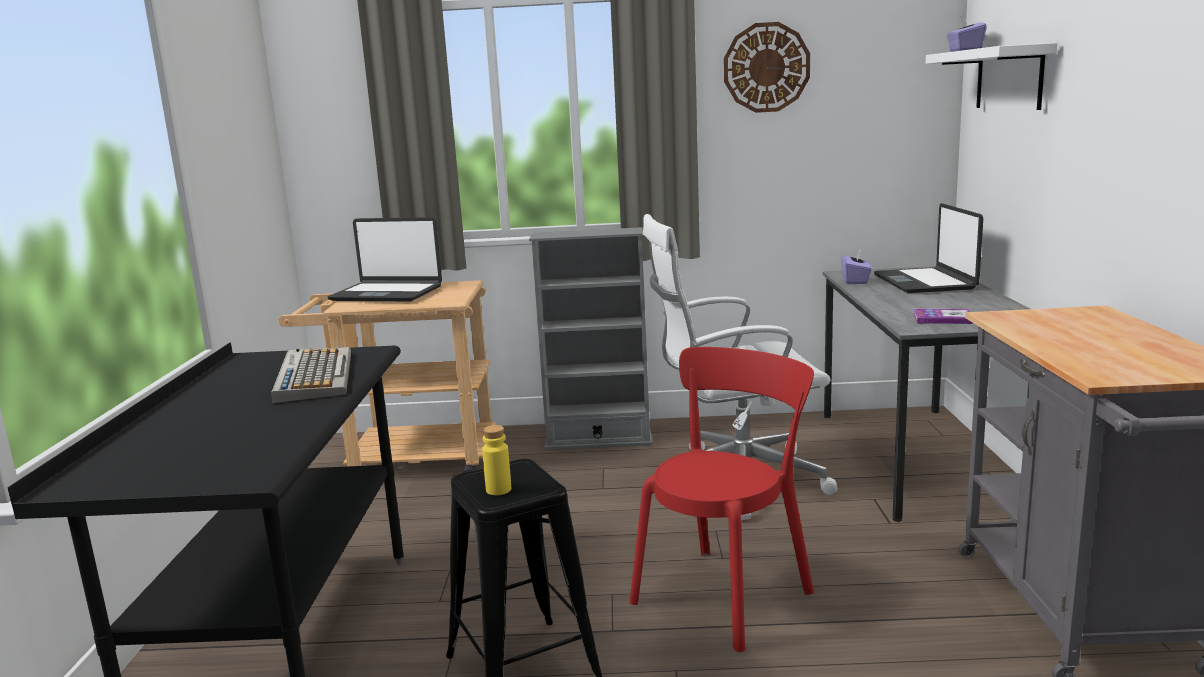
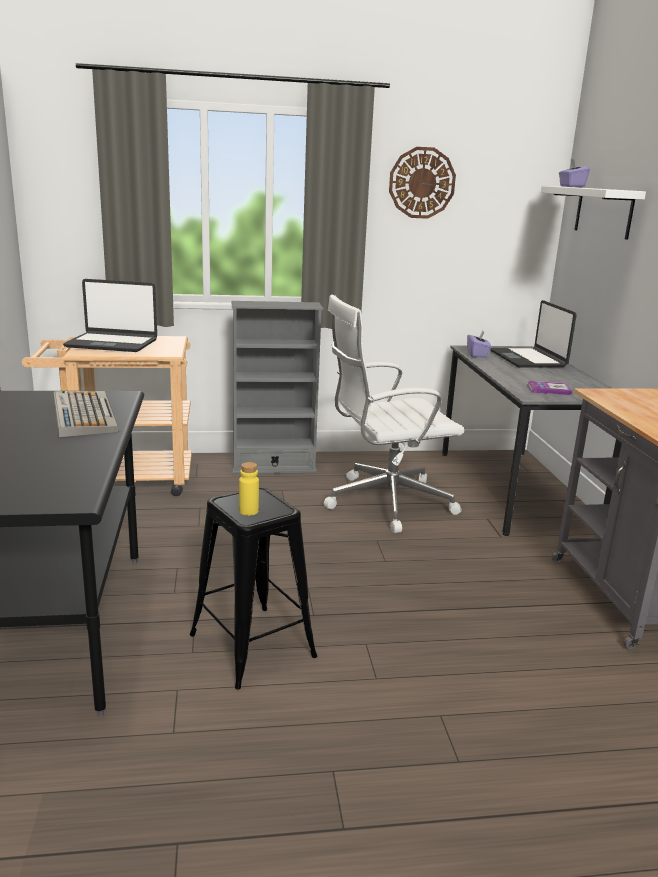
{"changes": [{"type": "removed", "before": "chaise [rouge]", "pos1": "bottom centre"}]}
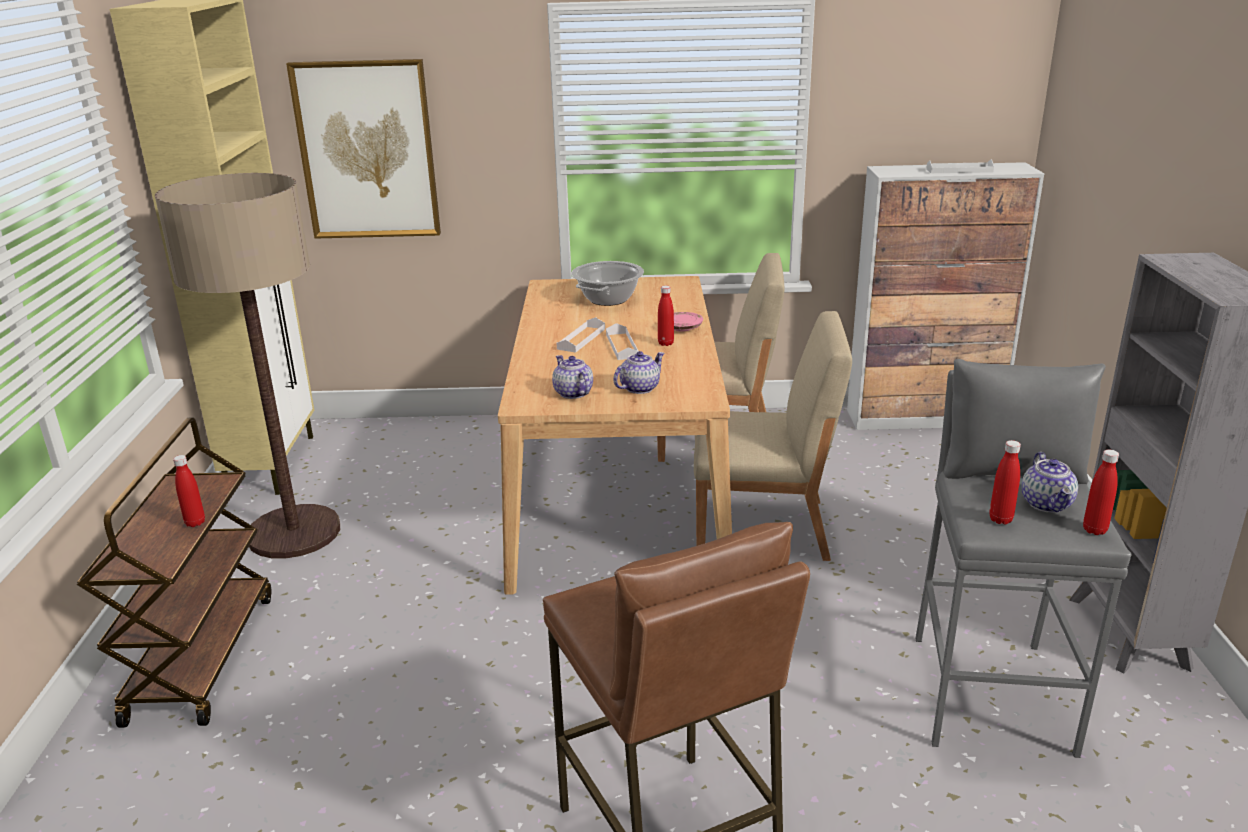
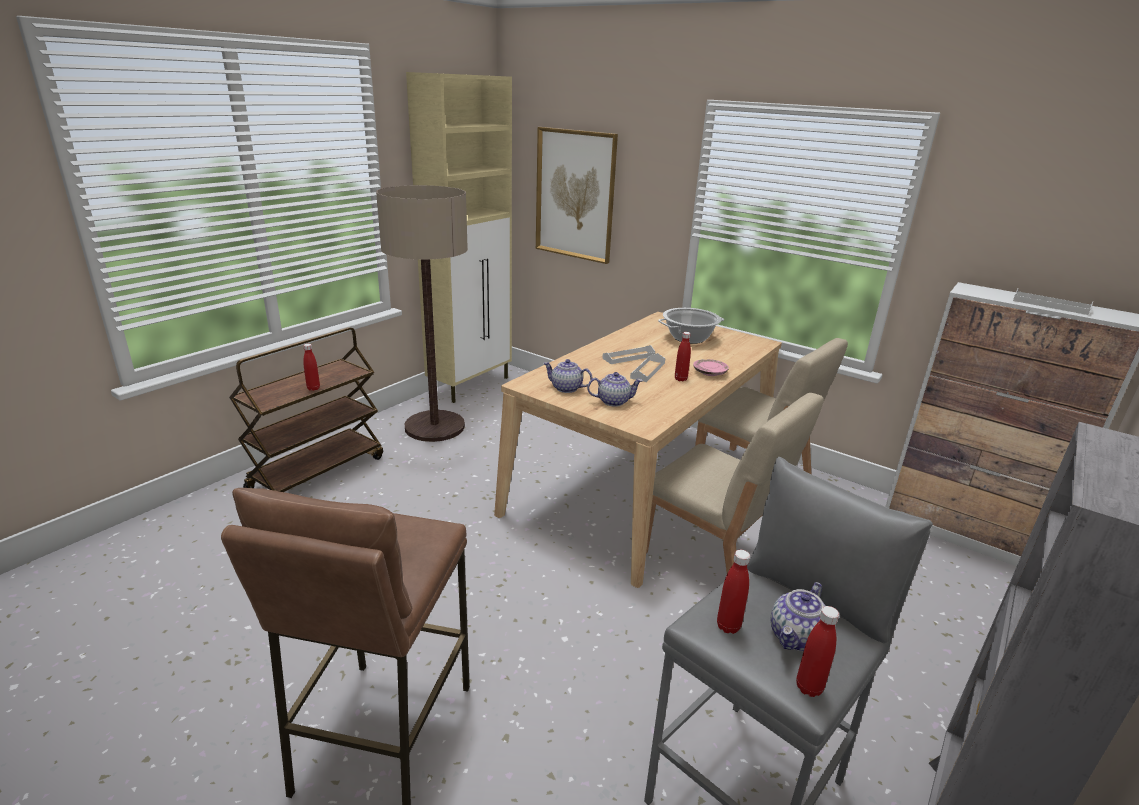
{"changes": [{"type": "turned", "before": "théière (1st from left)", "pos1": "centre", "pos2": "centre", "turn": -75}]}
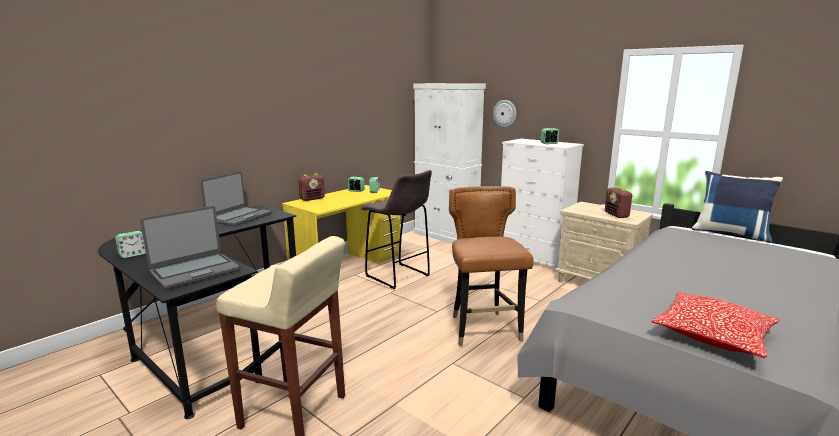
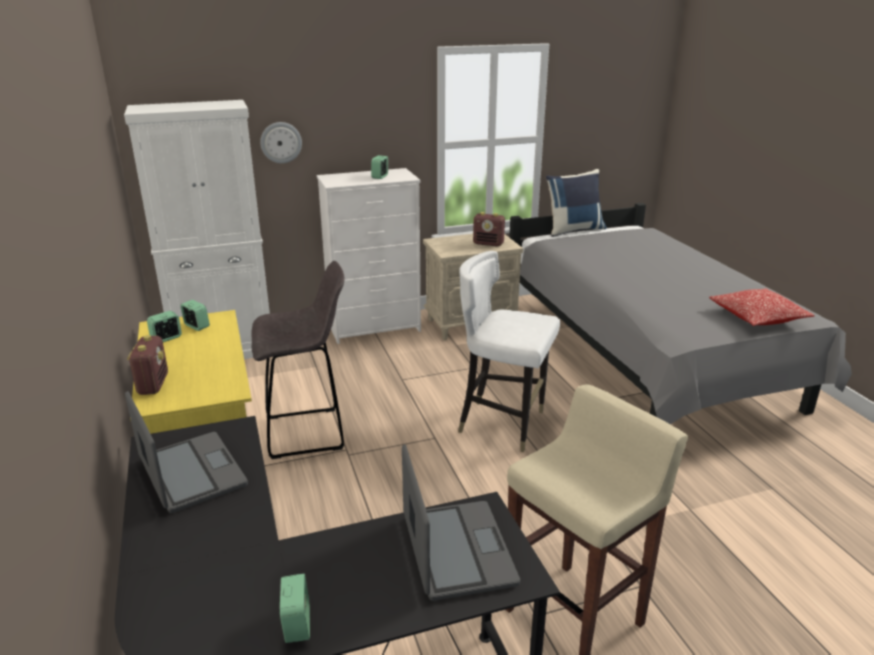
{"changes": [{"type": "recoloured", "before": "chaise [marron]", "after": "chaise [blanc]", "pos1": "centre", "pos2": "centre"}]}
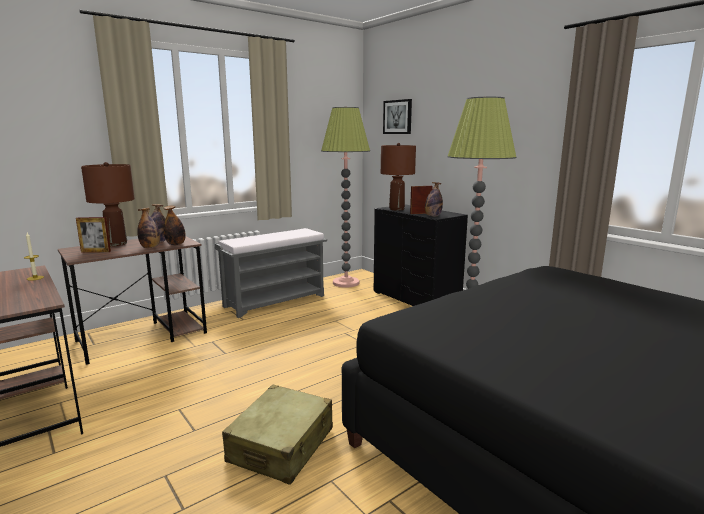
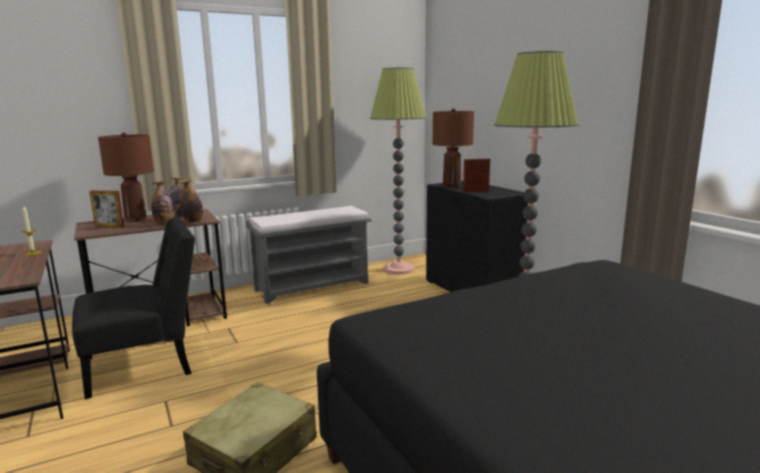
{"changes": [{"type": "removed", "before": "tableau", "pos1": "top centre"}, {"type": "removed", "before": "bouteille (4th from left)", "pos1": "centre"}, {"type": "added", "after": "chaise [noir]", "pos2": "middle left"}]}
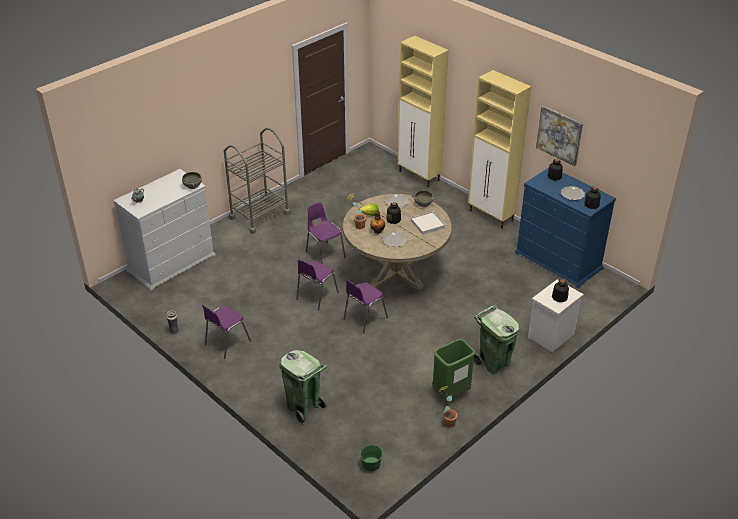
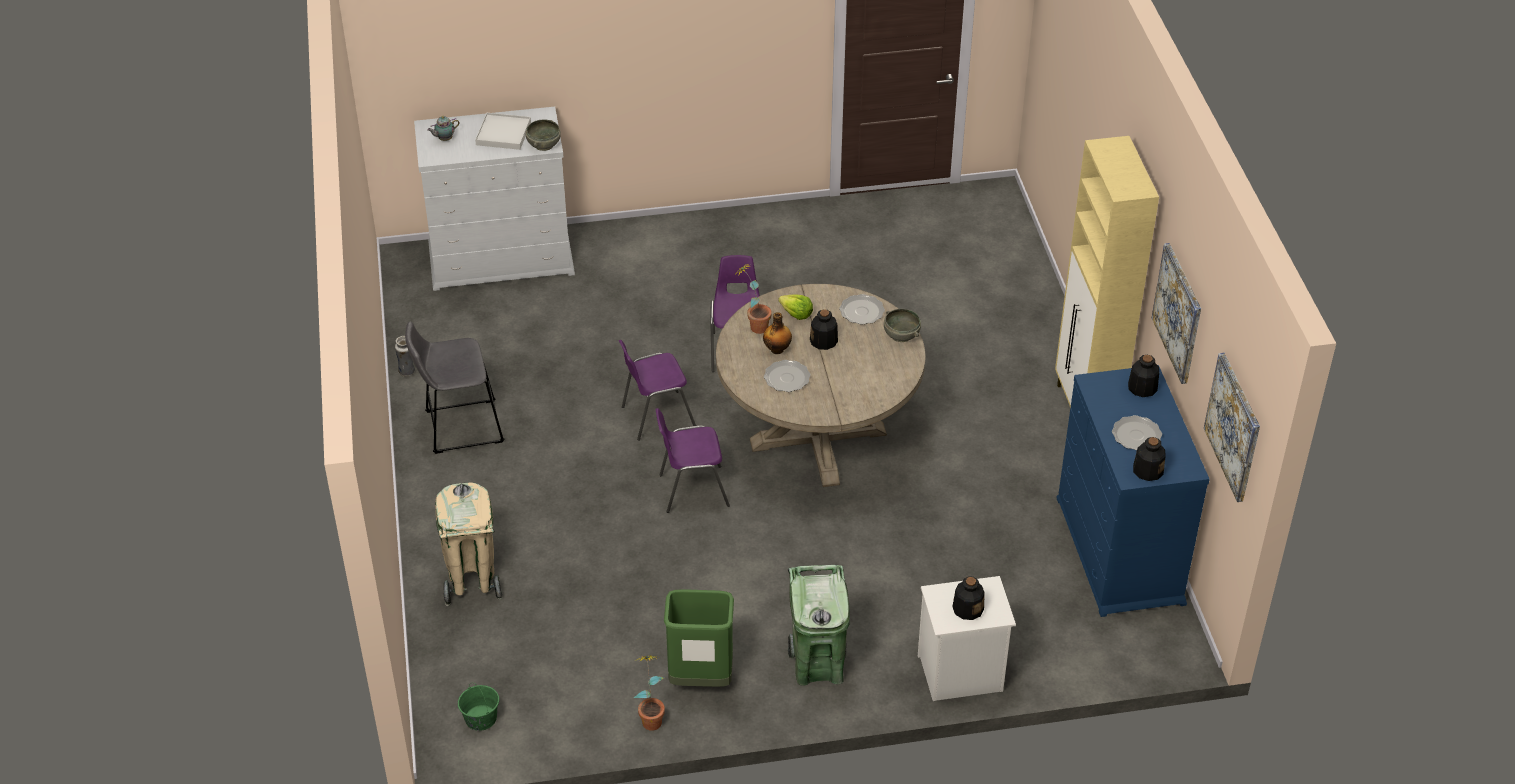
{"changes": [{"type": "replaced", "before": "chaise [violet] (1st from left)", "after": "tabouret [gris]", "pos1": "middle left", "pos2": "middle left"}, {"type": "removed", "before": "chariot [gris]", "pos1": "centre"}, {"type": "recoloured", "before": "poubelle [vert] (1st from left)", "after": "poubelle [beige]", "pos1": "bottom centre", "pos2": "bottom left"}, {"type": "removed", "before": "meuble de rangement [beige] (1st from left)", "pos1": "top centre"}, {"type": "moved", "before": "plateau [blanc]", "pos1": "centre", "pos2": "top left"}, {"type": "added", "after": "tableau (2nd from left)", "pos2": "middle right"}]}
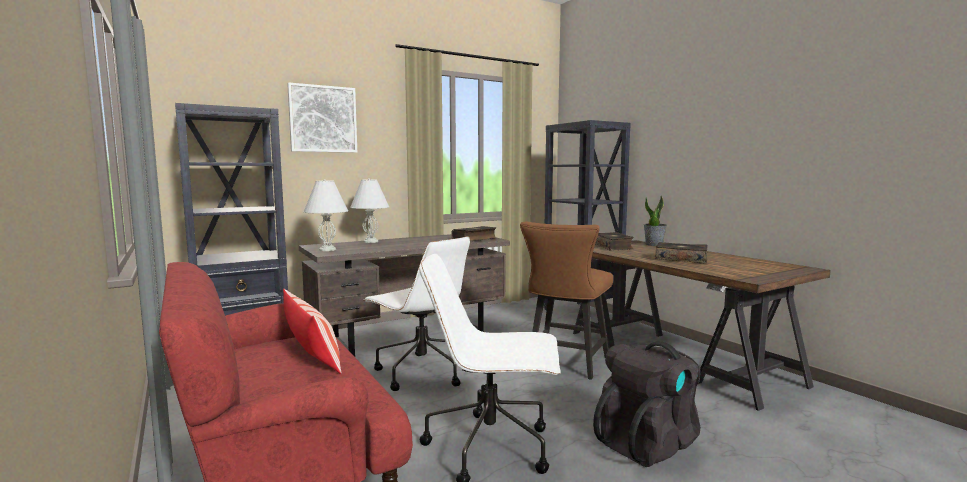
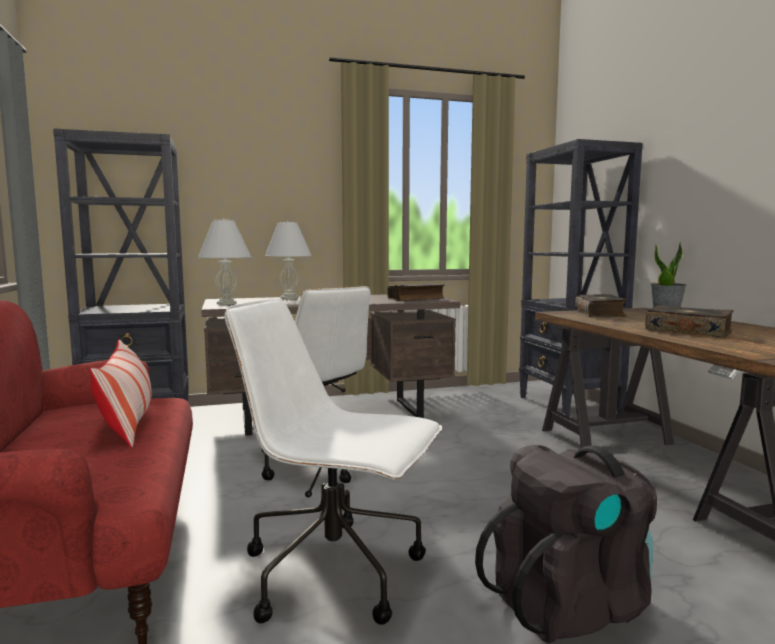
{"changes": [{"type": "removed", "before": "tableau", "pos1": "top left"}, {"type": "removed", "before": "chaise [marron]", "pos1": "centre"}]}
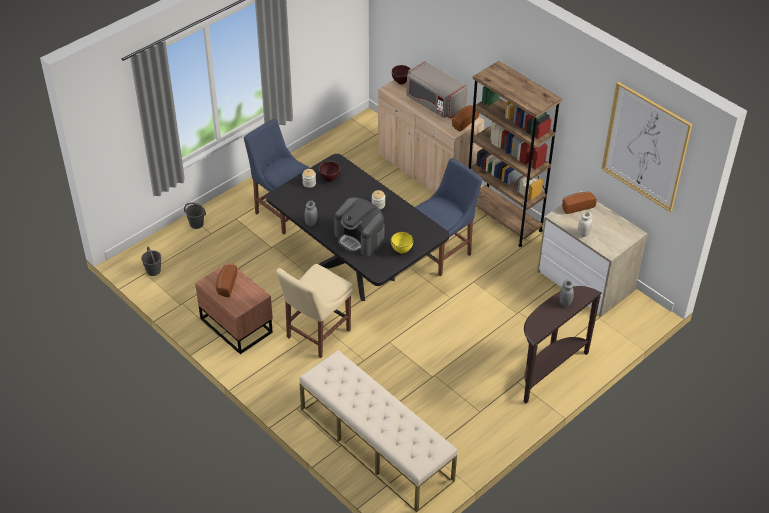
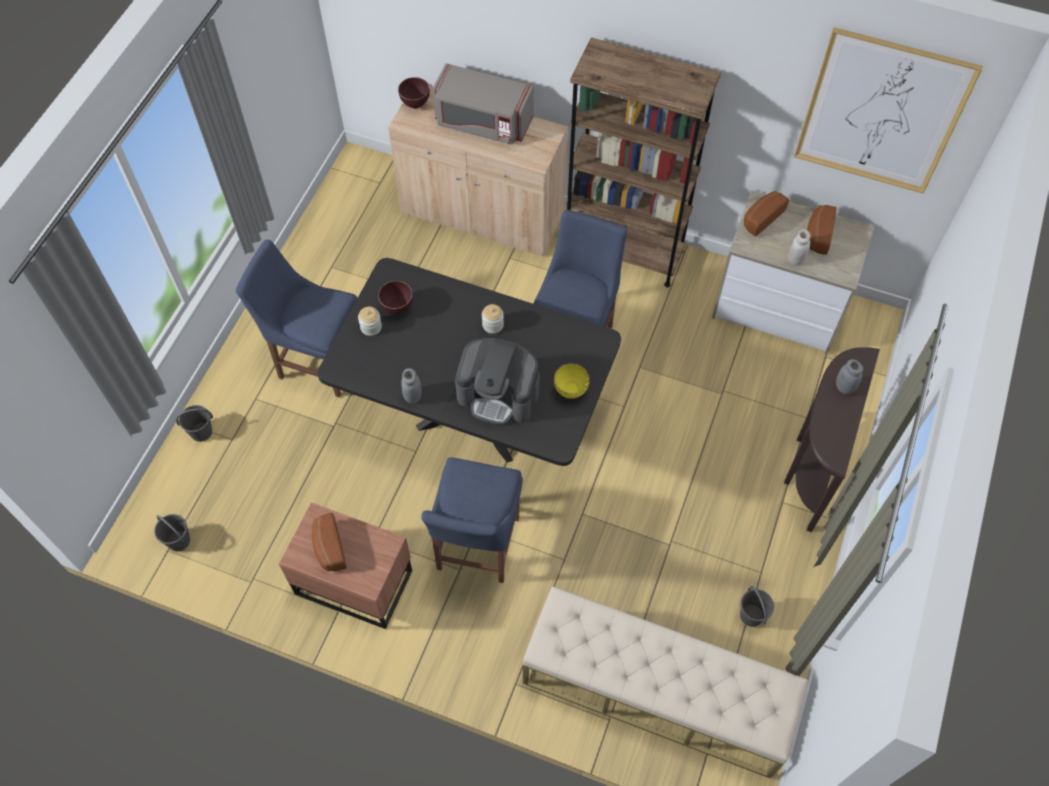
{"changes": [{"type": "recoloured", "before": "chaise [beige]", "after": "chaise [bleu] (2nd from left)", "pos1": "centre", "pos2": "centre"}, {"type": "moved", "before": "pain (2nd from left in the first image)", "after": "pain (3rd from left)", "pos1": "top centre", "pos2": "top right"}, {"type": "added", "after": "seau [gris] (3rd from left)", "pos2": "bottom right"}]}
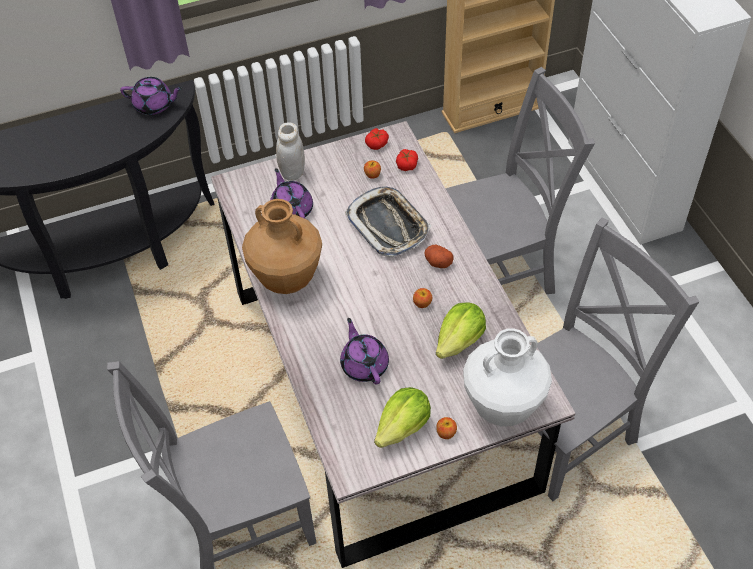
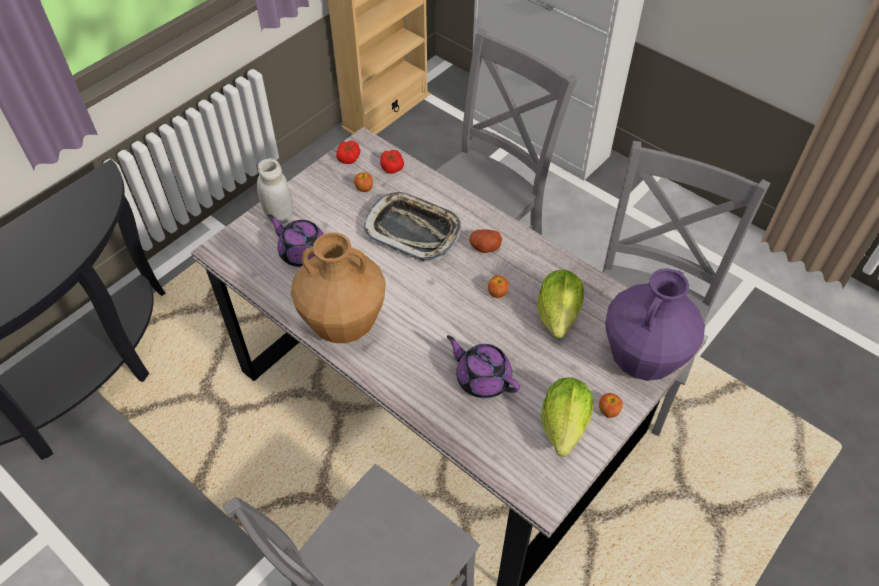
{"changes": [{"type": "removed", "before": "théière [violet] (1st from left)", "pos1": "top left"}, {"type": "recoloured", "before": "vase [blanc]", "after": "vase [violet]", "pos1": "middle right", "pos2": "middle right"}]}
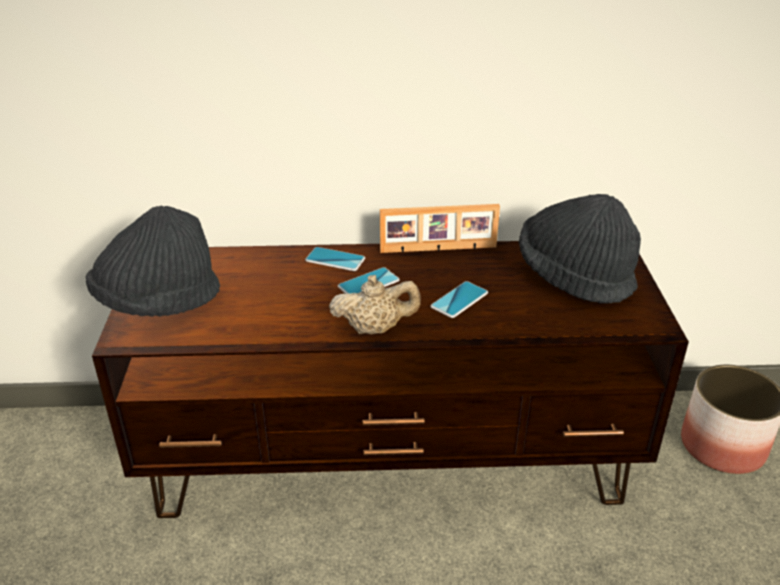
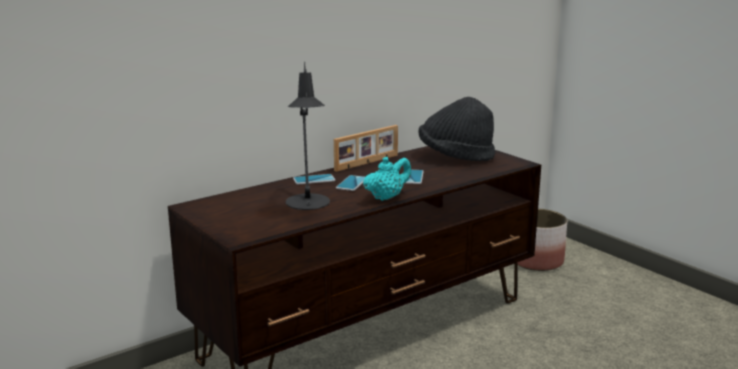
{"changes": [{"type": "removed", "before": "chapeau [noir] (1st from left)", "pos1": "middle left"}, {"type": "recoloured", "before": "théière [beige]", "after": "théière [turquoise]", "pos1": "centre", "pos2": "centre"}, {"type": "added", "after": "lampe de table [noir]", "pos2": "centre"}]}
